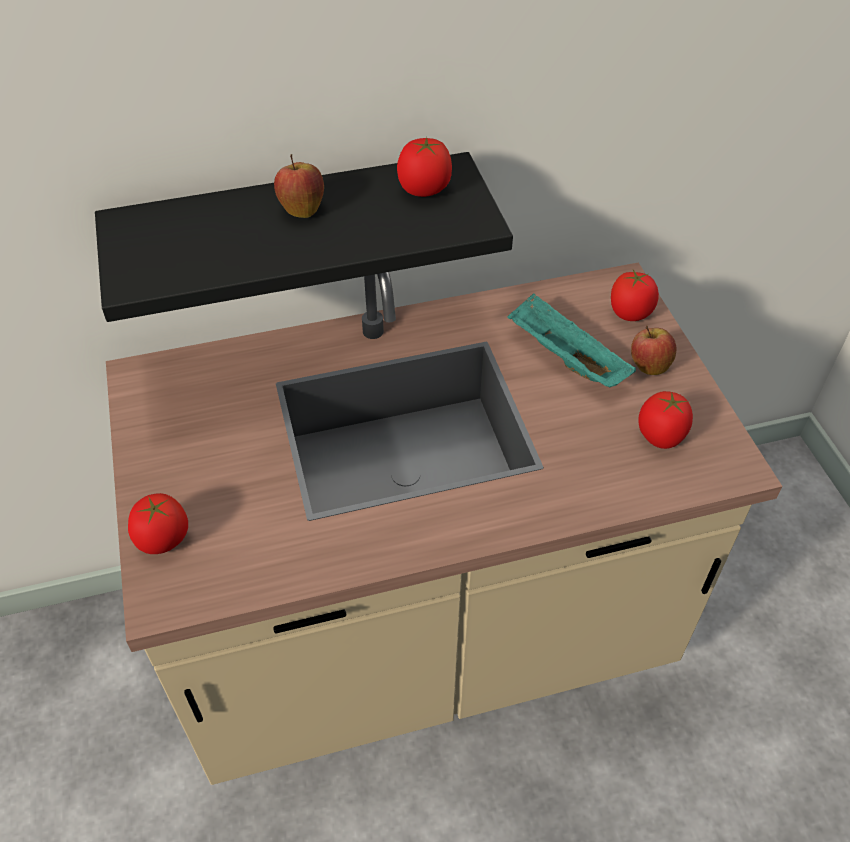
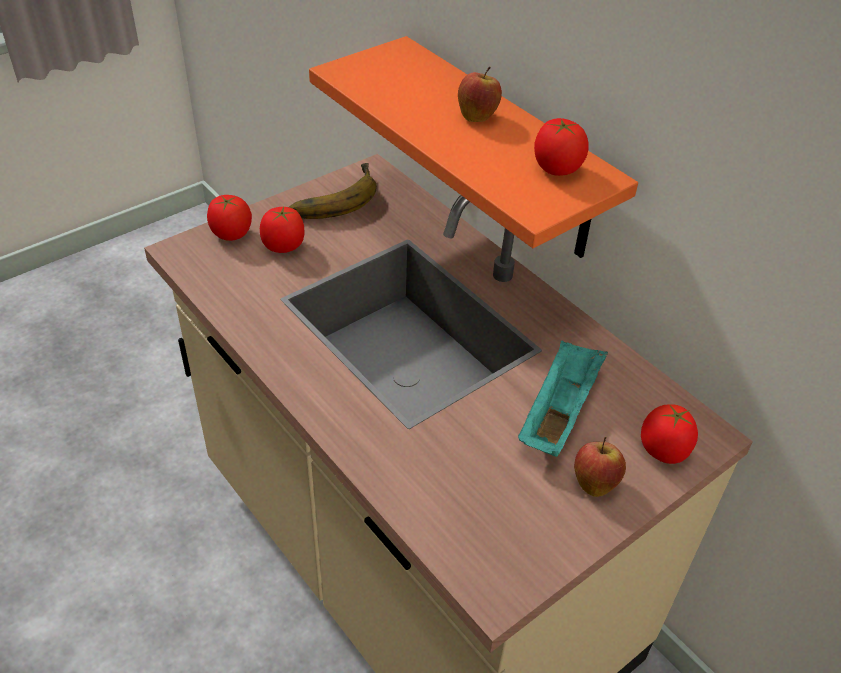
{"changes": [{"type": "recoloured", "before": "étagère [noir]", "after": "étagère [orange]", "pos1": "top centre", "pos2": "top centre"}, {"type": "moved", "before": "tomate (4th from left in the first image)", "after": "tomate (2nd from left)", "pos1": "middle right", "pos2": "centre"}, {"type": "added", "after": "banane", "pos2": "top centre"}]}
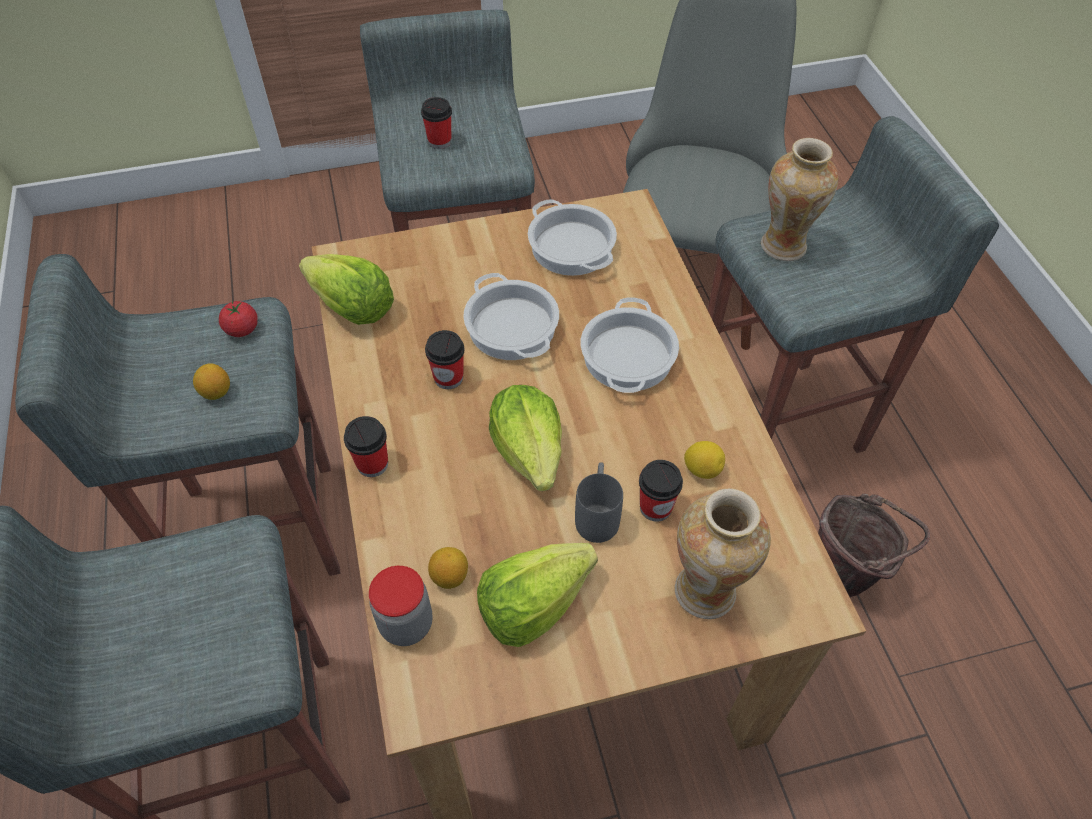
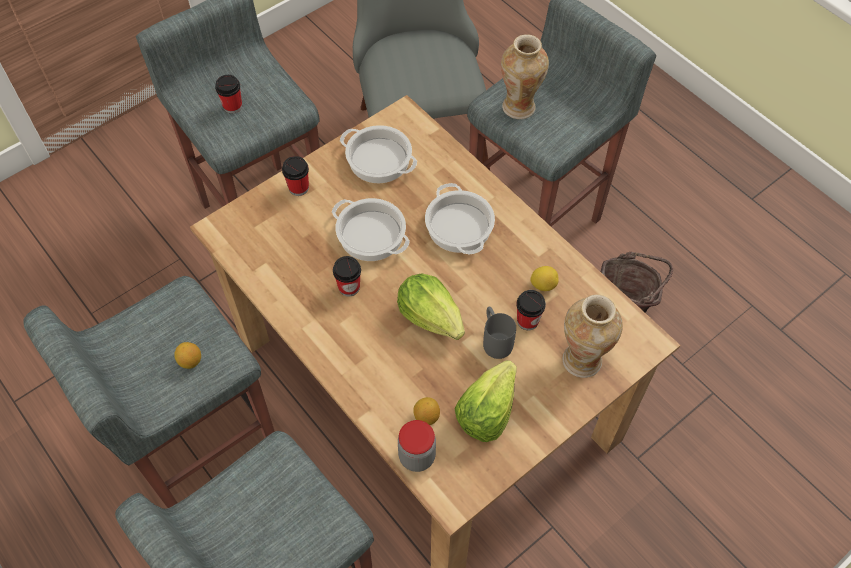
{"changes": [{"type": "removed", "before": "tomate", "pos1": "middle left"}, {"type": "removed", "before": "laitue (1st from left)", "pos1": "middle left"}, {"type": "moved", "before": "tasse (1st from left in the first image)", "after": "tasse (2nd from left)", "pos1": "centre", "pos2": "top centre"}]}
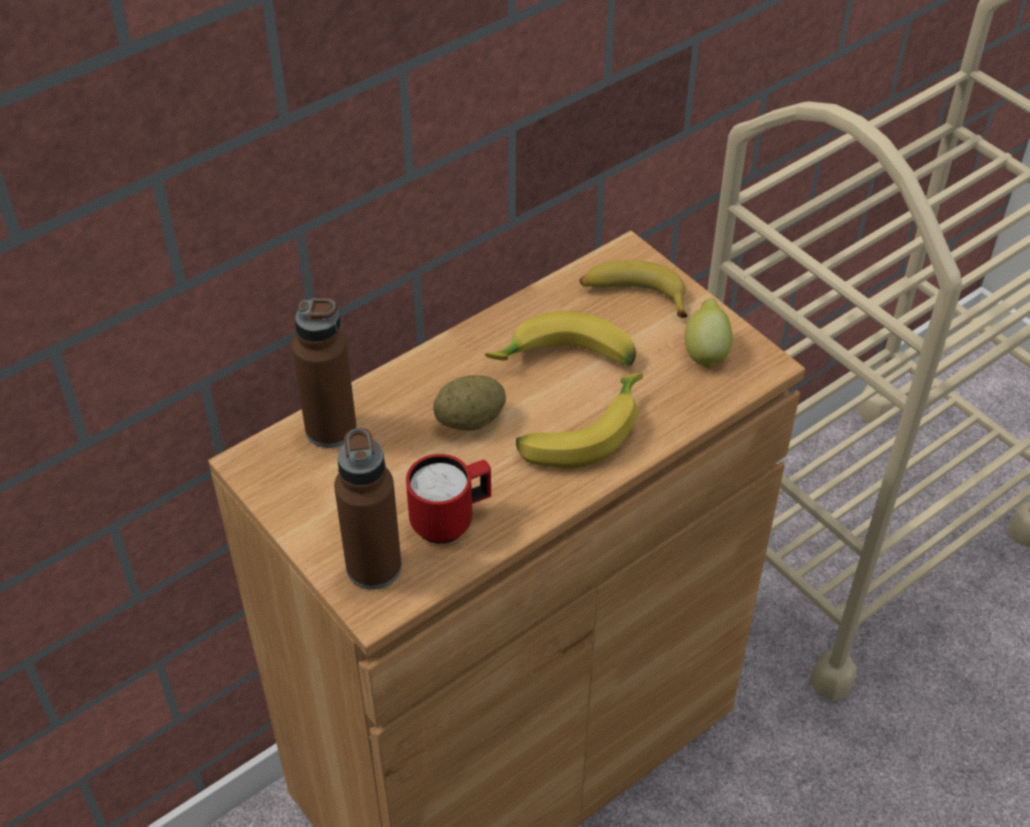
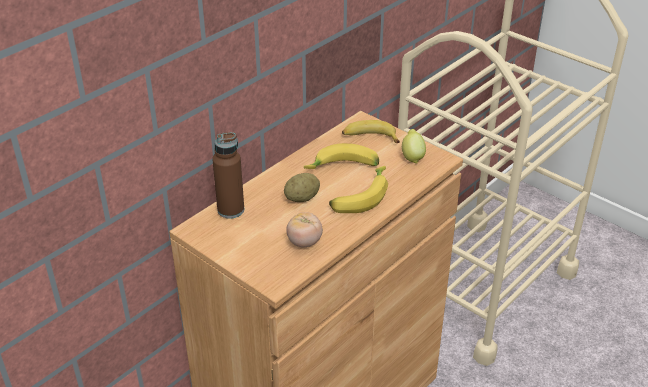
{"changes": [{"type": "removed", "before": "bouteille [marron] (2nd from left)", "pos1": "centre"}, {"type": "replaced", "before": "mug [rouge]", "after": "tomate", "pos1": "centre", "pos2": "centre"}]}
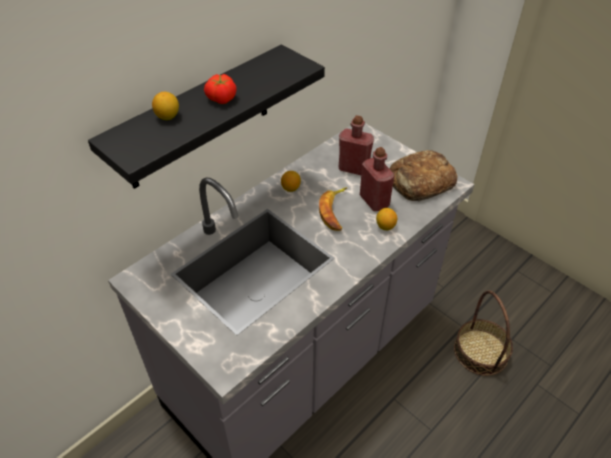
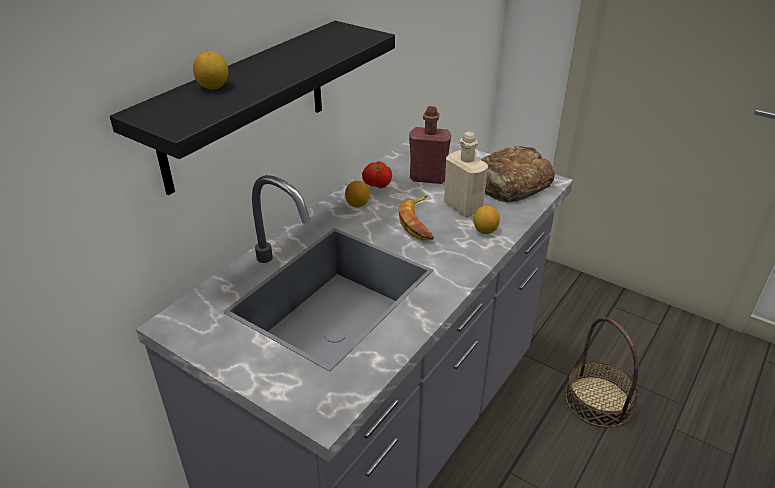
{"changes": [{"type": "moved", "before": "tomate", "pos1": "top centre", "pos2": "centre"}, {"type": "recoloured", "before": "bouteille [rouge] (2nd from left)", "after": "bouteille [beige]", "pos1": "centre", "pos2": "centre"}]}
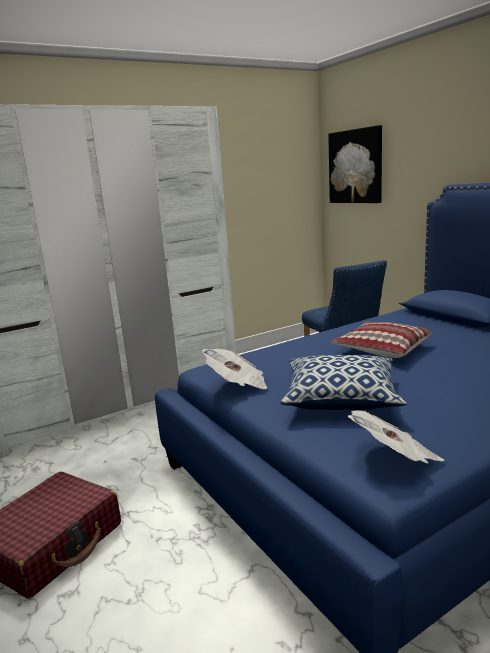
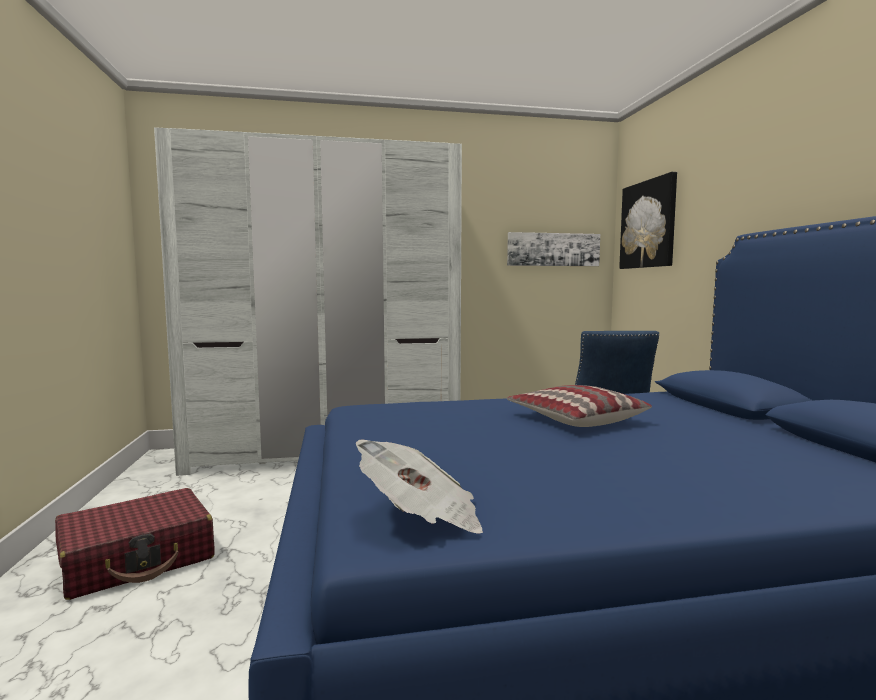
{"changes": [{"type": "removed", "before": "journal (1st from left)", "pos1": "centre"}, {"type": "removed", "before": "coussin (1st from left)", "pos1": "middle right"}, {"type": "added", "after": "tableau (1st from left)", "pos2": "centre"}]}
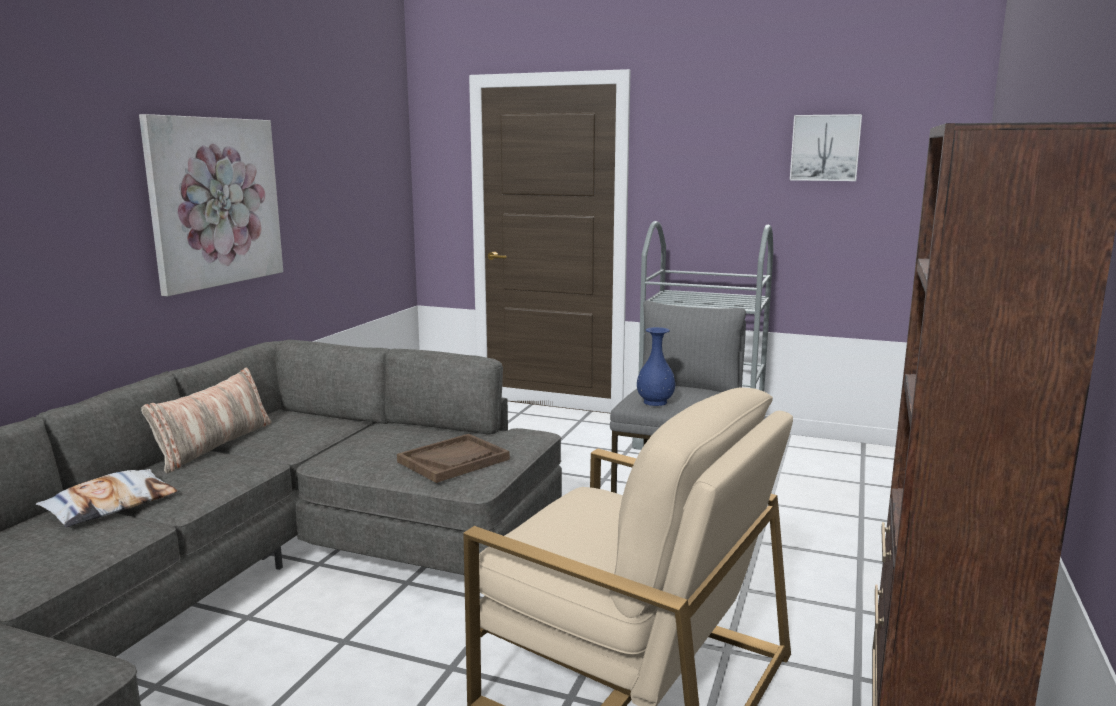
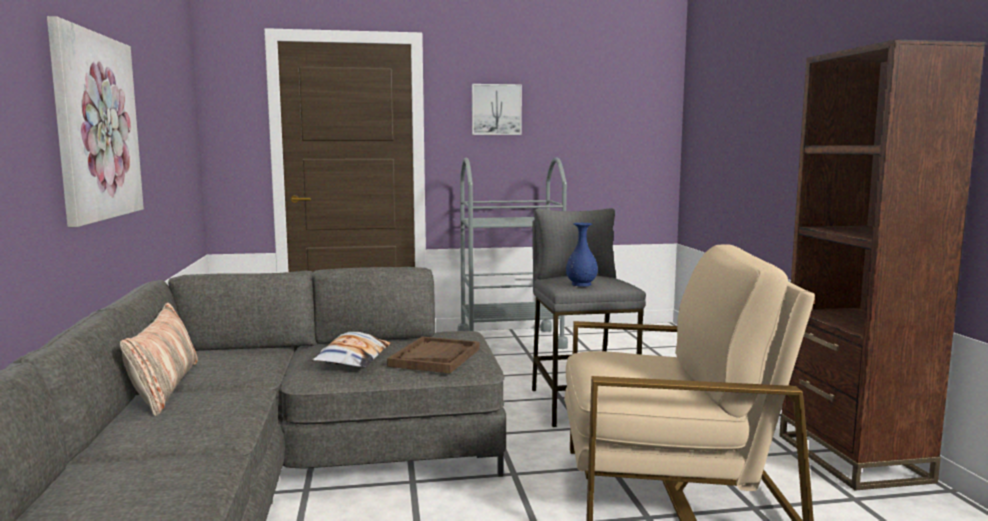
{"changes": [{"type": "moved", "before": "coussin (1st from left in the first image)", "after": "coussin (2nd from left)", "pos1": "bottom left", "pos2": "bottom centre"}, {"type": "moved", "before": "tableau (2nd from left)", "pos1": "top right", "pos2": "top centre"}]}
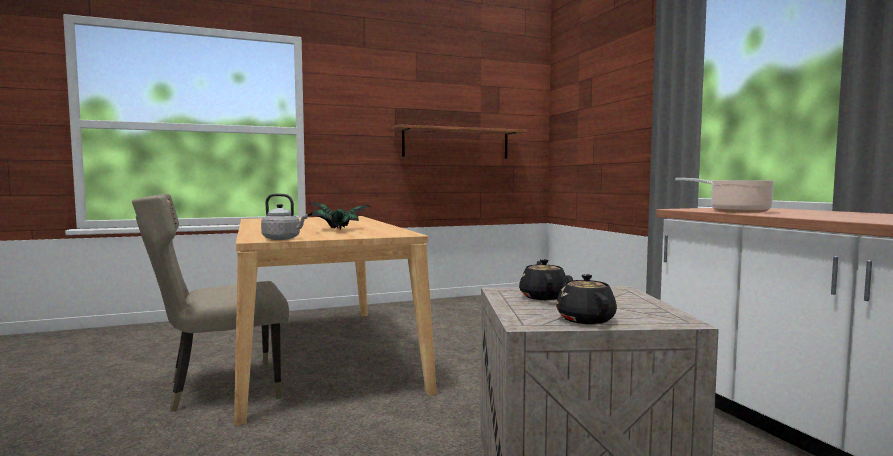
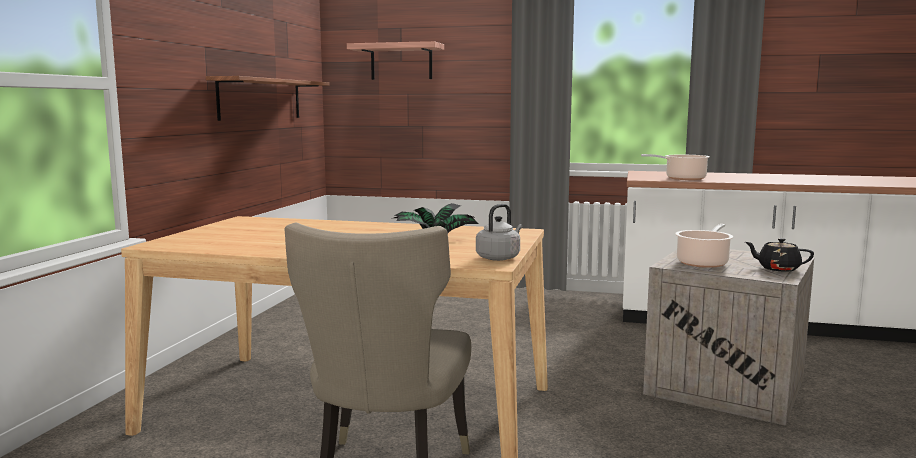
{"changes": [{"type": "replaced", "before": "théière [noir] (1st from left)", "after": "marmite (2nd from left)", "pos1": "centre", "pos2": "middle right"}, {"type": "added", "after": "étagère (2nd from left)", "pos2": "top centre"}]}
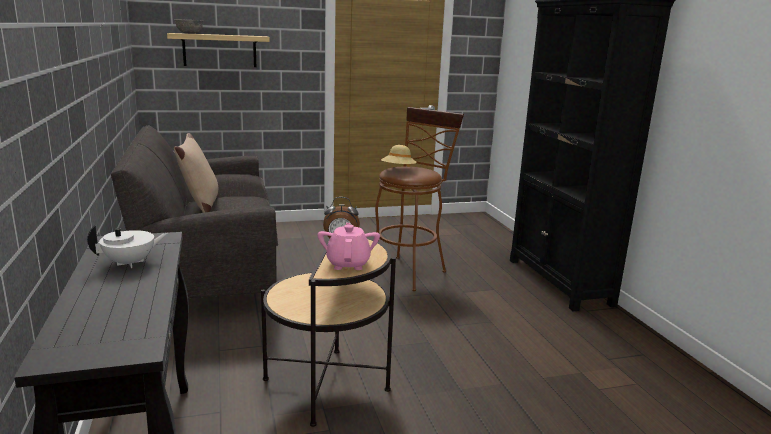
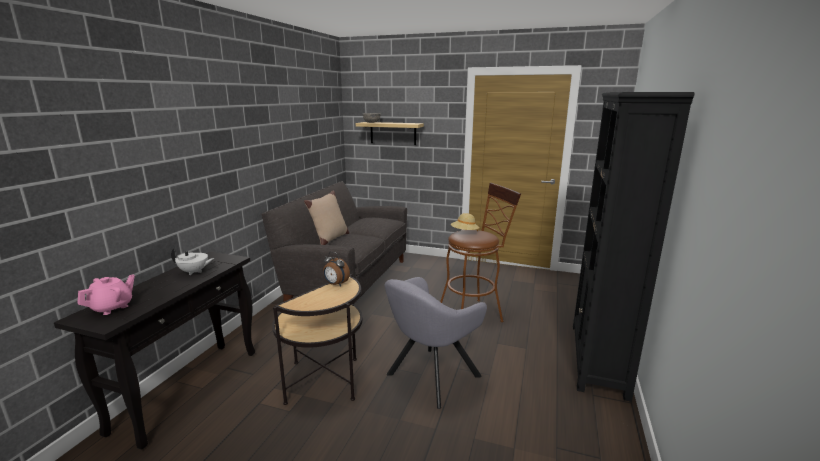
{"changes": [{"type": "moved", "before": "théière [rose]", "pos1": "centre", "pos2": "middle left"}, {"type": "added", "after": "fauteuil [gris]", "pos2": "bottom centre"}]}
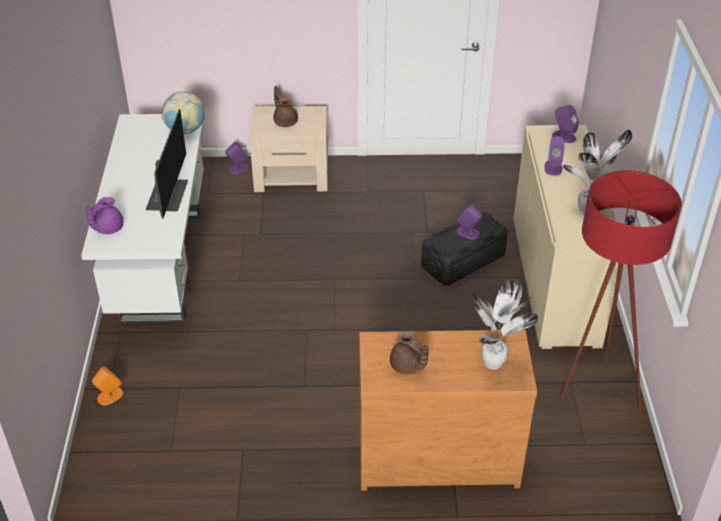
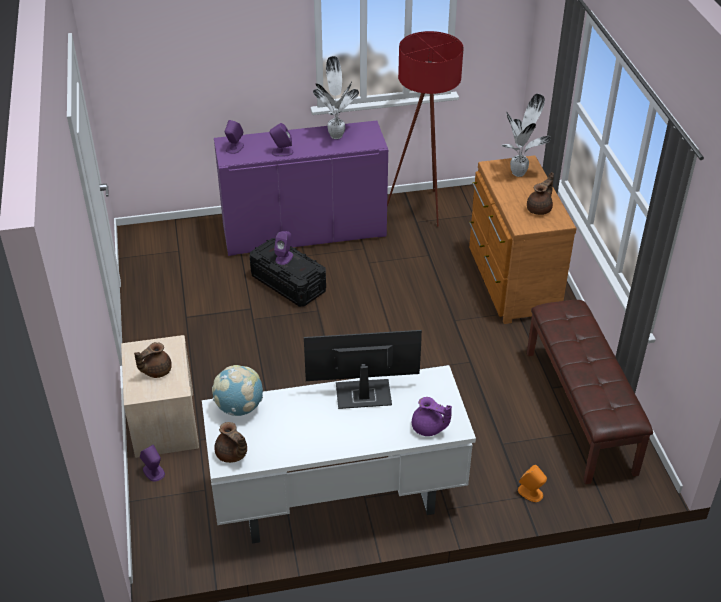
{"changes": [{"type": "recoloured", "before": "meuble de rangement [beige]", "after": "meuble de rangement [violet]", "pos1": "middle right", "pos2": "top centre"}, {"type": "added", "after": "théière [marron] (2nd from left)", "pos2": "bottom left"}, {"type": "added", "after": "banc [marron]", "pos2": "middle right"}]}
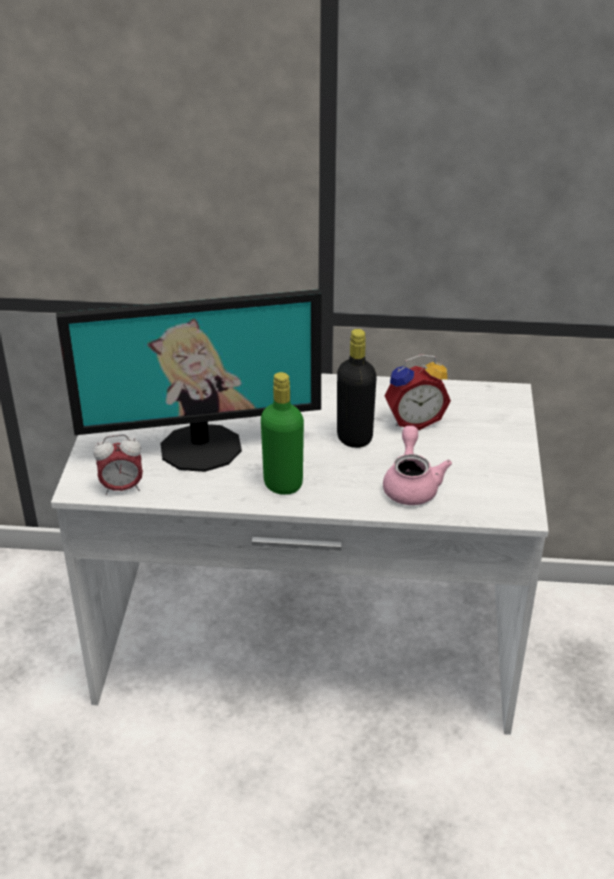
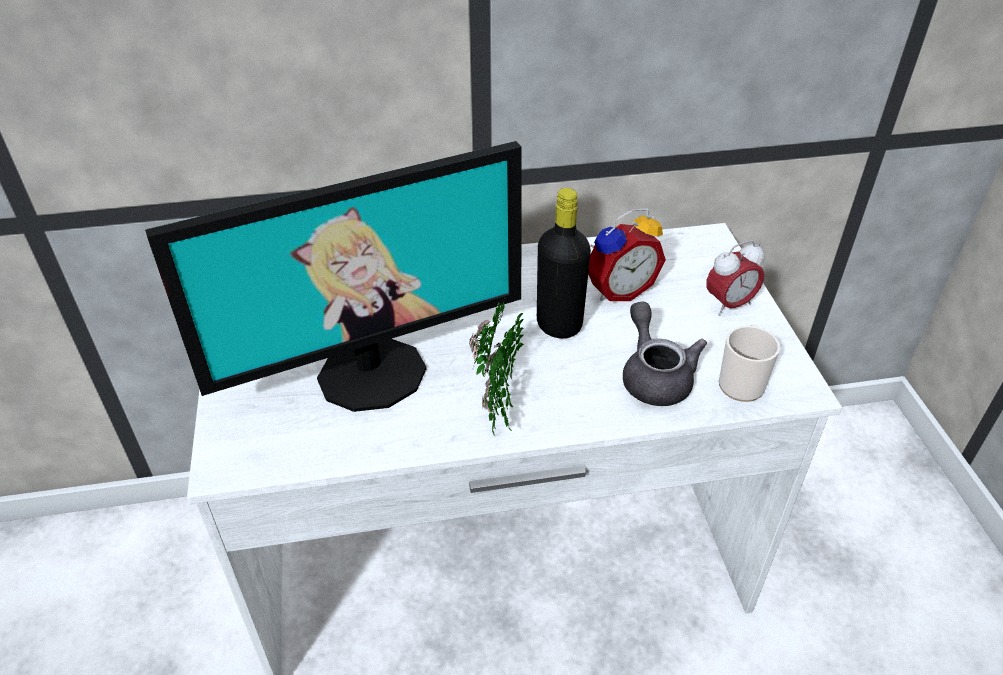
{"changes": [{"type": "moved", "before": "réveil (1st from left in the first image)", "after": "réveil (2nd from left)", "pos1": "middle left", "pos2": "middle right"}, {"type": "replaced", "before": "bouteille [vert]", "after": "plante en pot", "pos1": "centre", "pos2": "centre"}, {"type": "recoloured", "before": "théière [rose]", "after": "théière [gris]", "pos1": "middle right", "pos2": "centre"}, {"type": "added", "after": "mug", "pos2": "middle right"}]}
